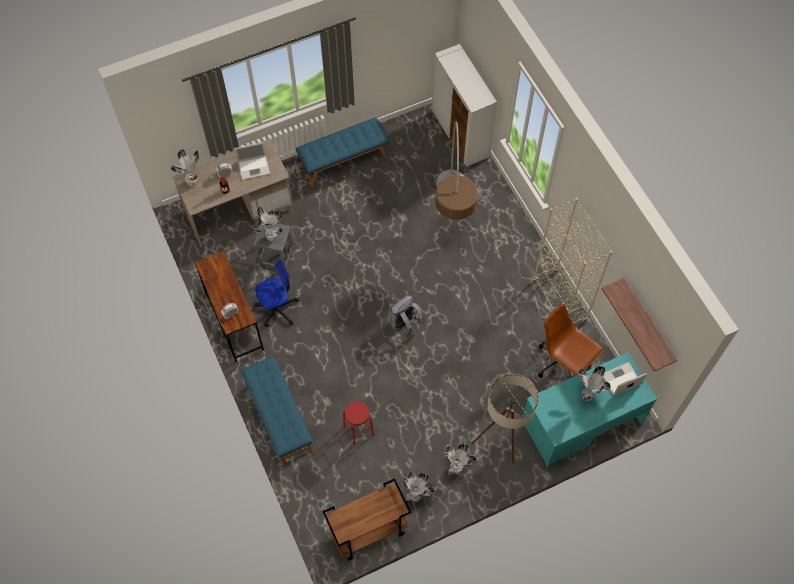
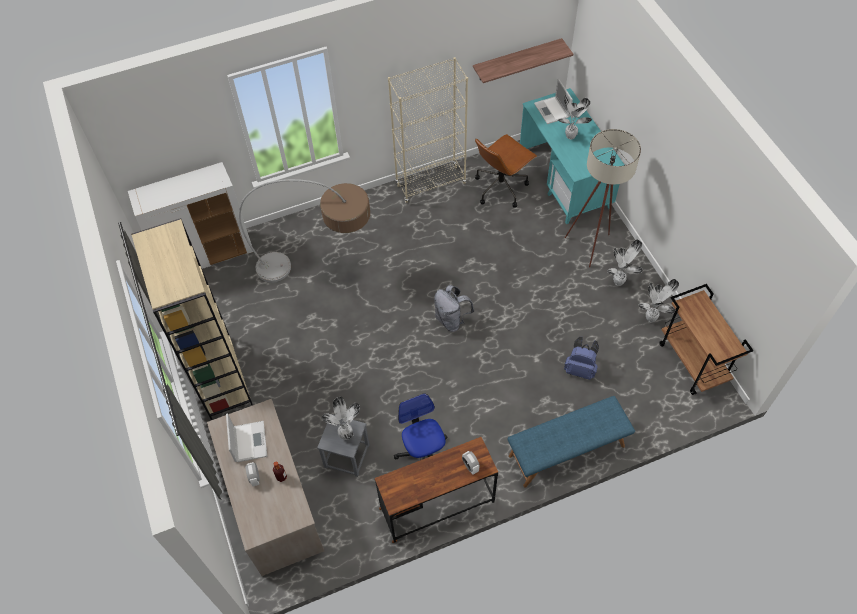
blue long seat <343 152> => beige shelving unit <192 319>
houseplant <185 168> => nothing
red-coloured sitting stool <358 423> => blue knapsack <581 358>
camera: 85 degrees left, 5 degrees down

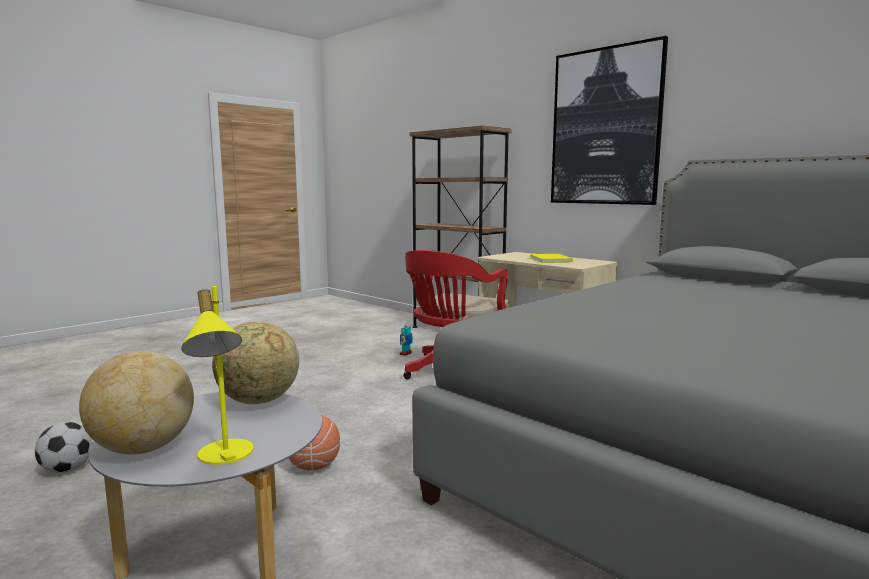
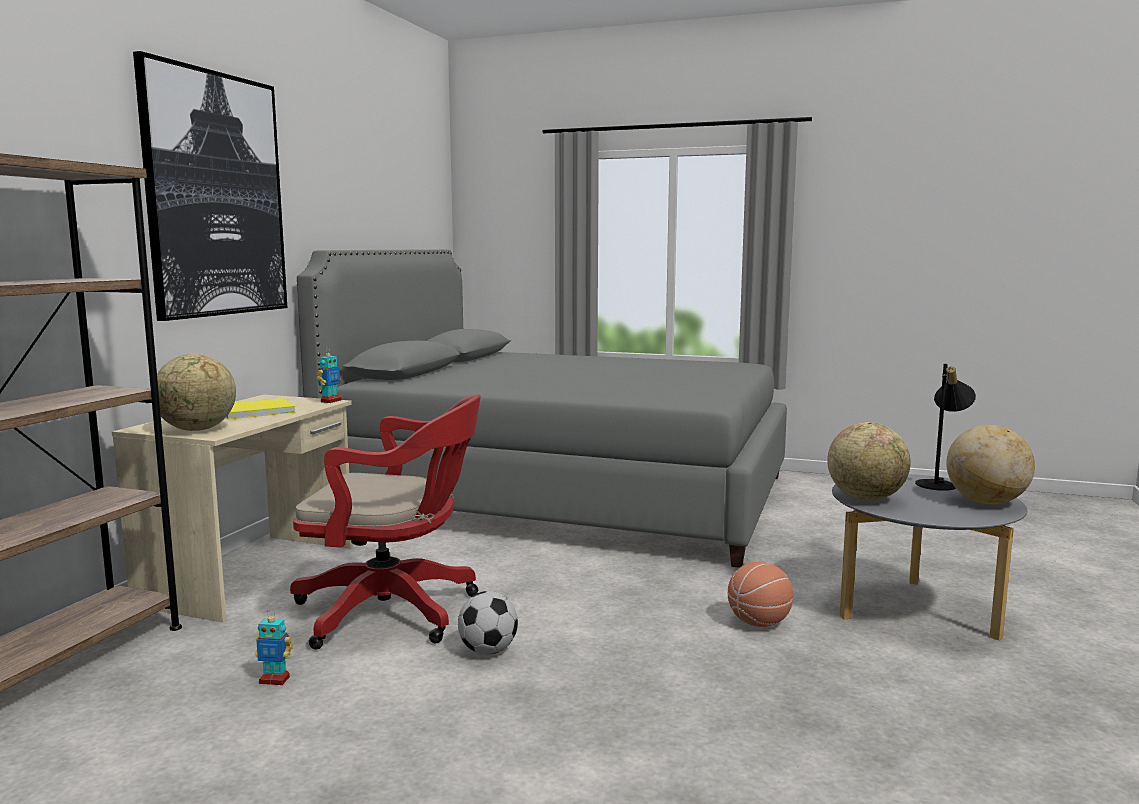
yellow-coloured tabletop lamp <217 375> => black tabletop lamp <945 427>
football ball <63 447> => football ball <488 623>, moved
nothing => toy robot <329 375>
nothing => world globe <196 392>
camera: 115 degrees left, 0 degrees up

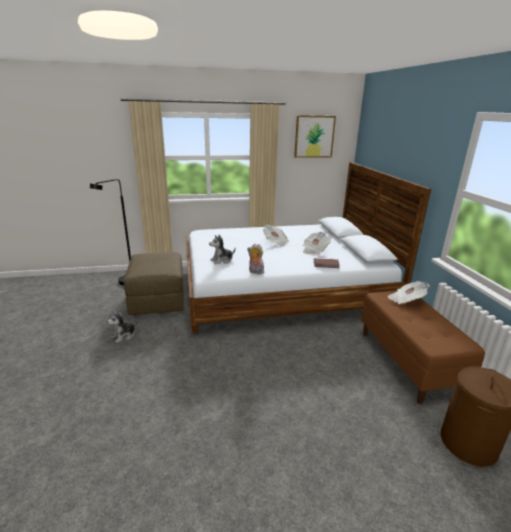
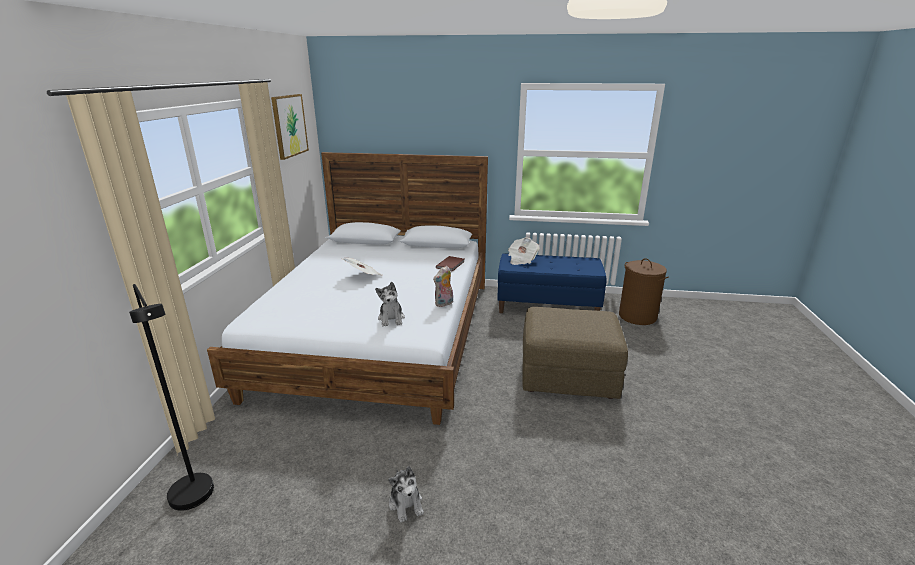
printed paper <317 243> => nothing
brown-coloured ottoman <154 283> => brown-coloured ottoman <575 353>, moved
brown-coloured long seat <423 347> => blue long seat <551 283>
camera: 70 degrees left, 0 degrees up

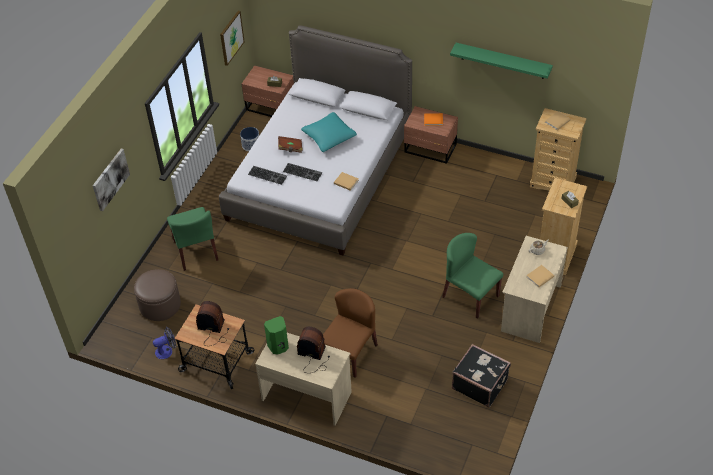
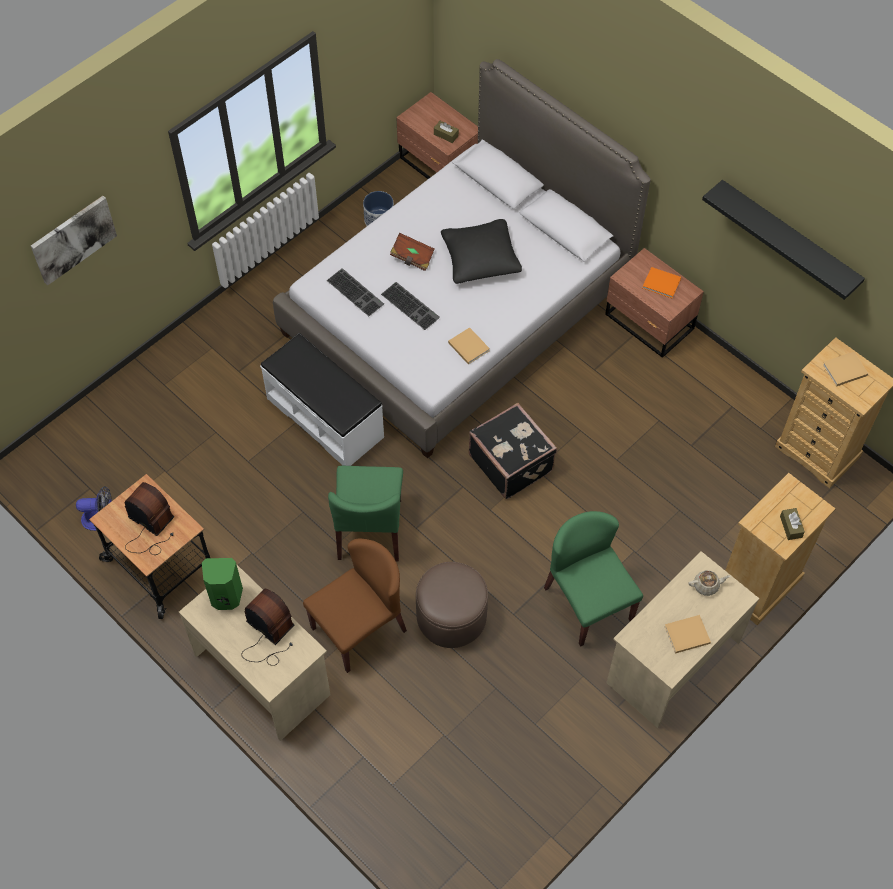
wall art <232 38> => nothing
green shelf <501 61> => black shelf <783 240>
turquoise-coloured throw pillow <329 132> => black throw pillow <481 251>
green plain chair <192 239> => green plain chair <365 513>, moved
brown-coloured ottoman <157 295> => brown-coloured ottoman <452 605>, moved
black travel case <481 375> => black travel case <513 451>, moved
nothing => whitish long seat <322 399>
camera: 20 degrees right, 10 degrees up

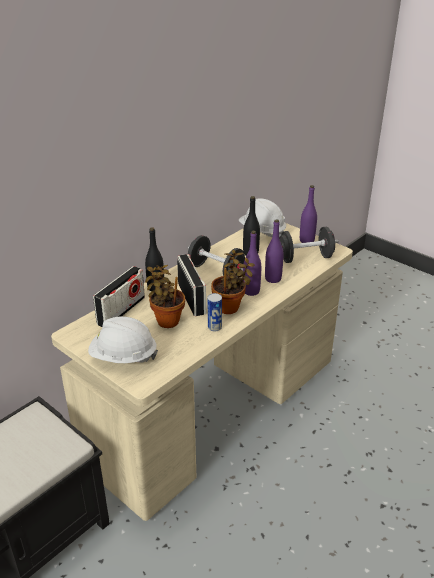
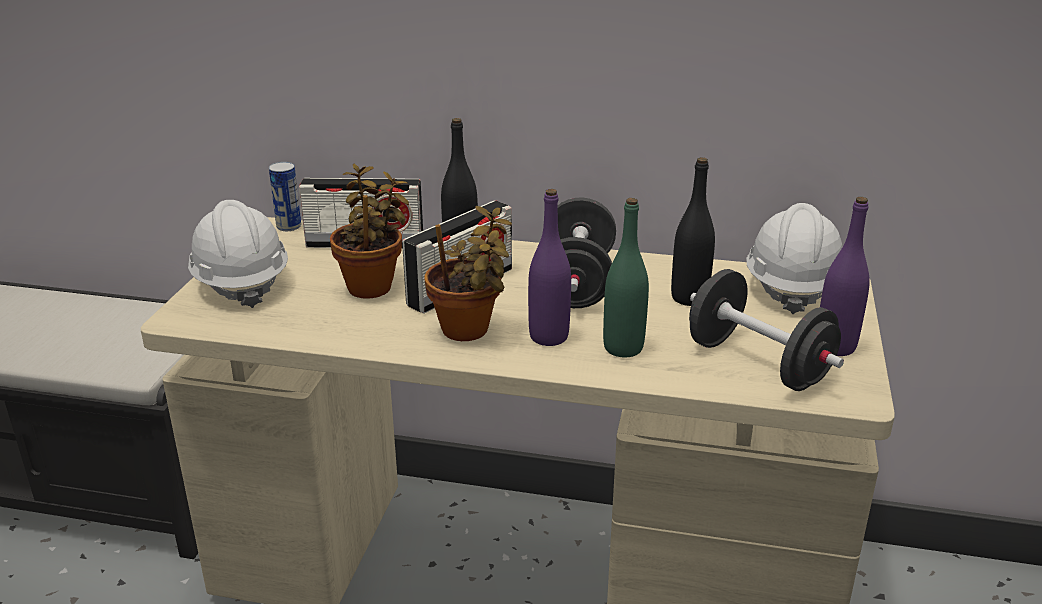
purplish beverage bottle <274 251> => green beverage bottle <626 277>
can <215 312> => can <285 196>, moved
camera: 60 degrees right, 5 degrees down

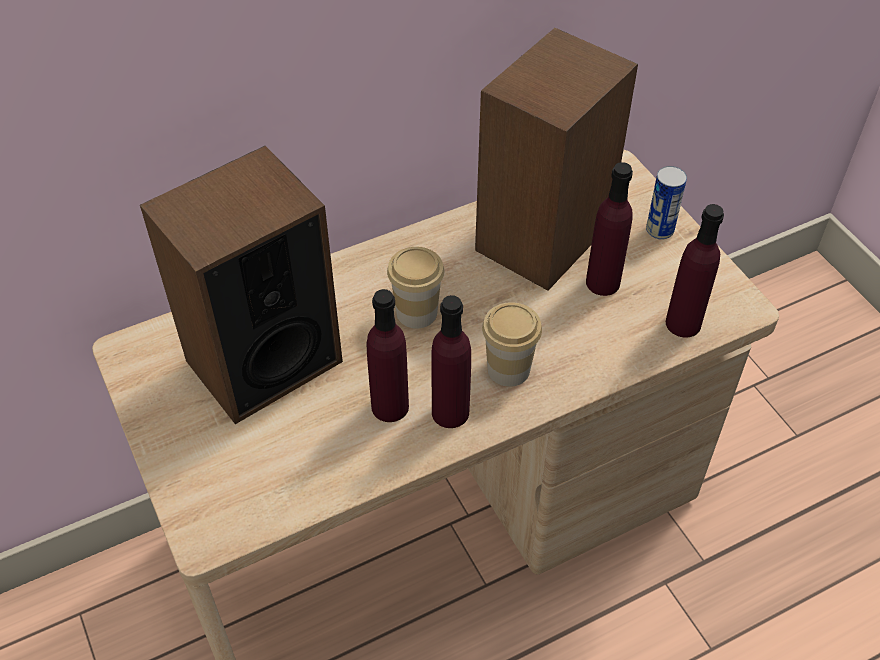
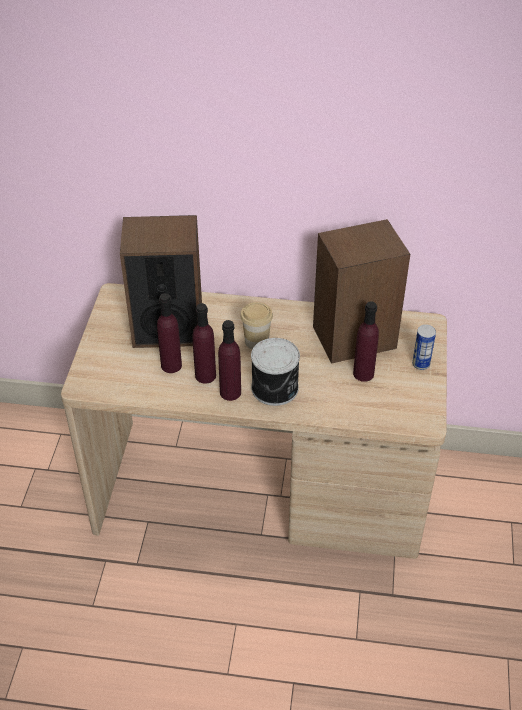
purplish beverage bottle <695 271> => purplish beverage bottle <169 333>, moved
cup <512 344> => can <275 372>
camera: 35 degrees right, 5 degrees down

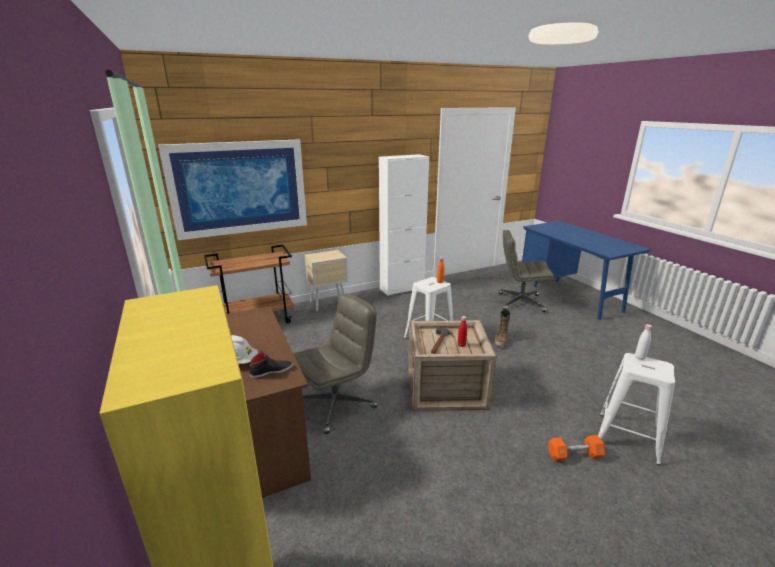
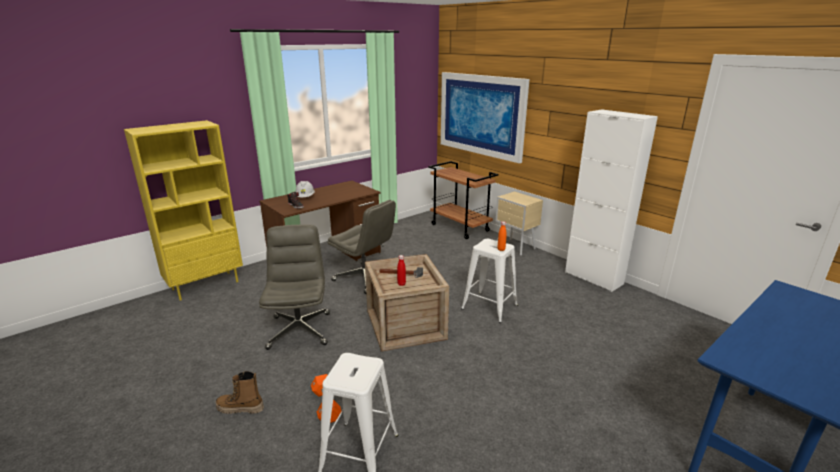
grey office chair <526 271> => grey office chair <294 287>, moved
tall boot <503 327> => tall boot <240 392>, moved
whitish beverage bottle <643 342> => nothing
camera: 75 degrees right, 0 degrees up

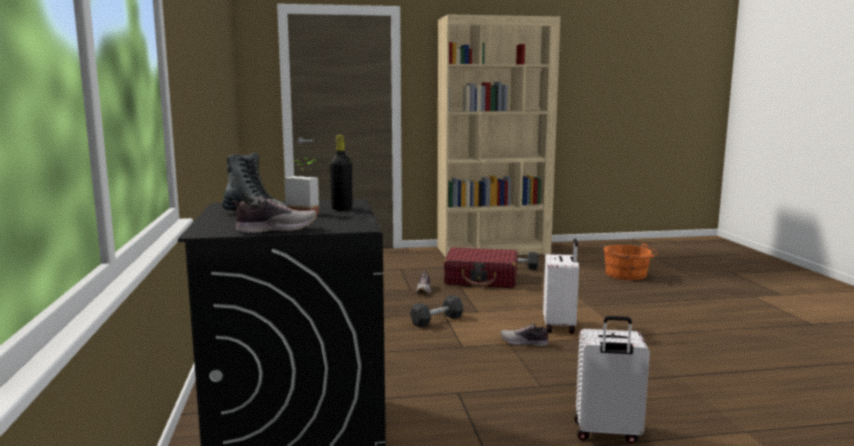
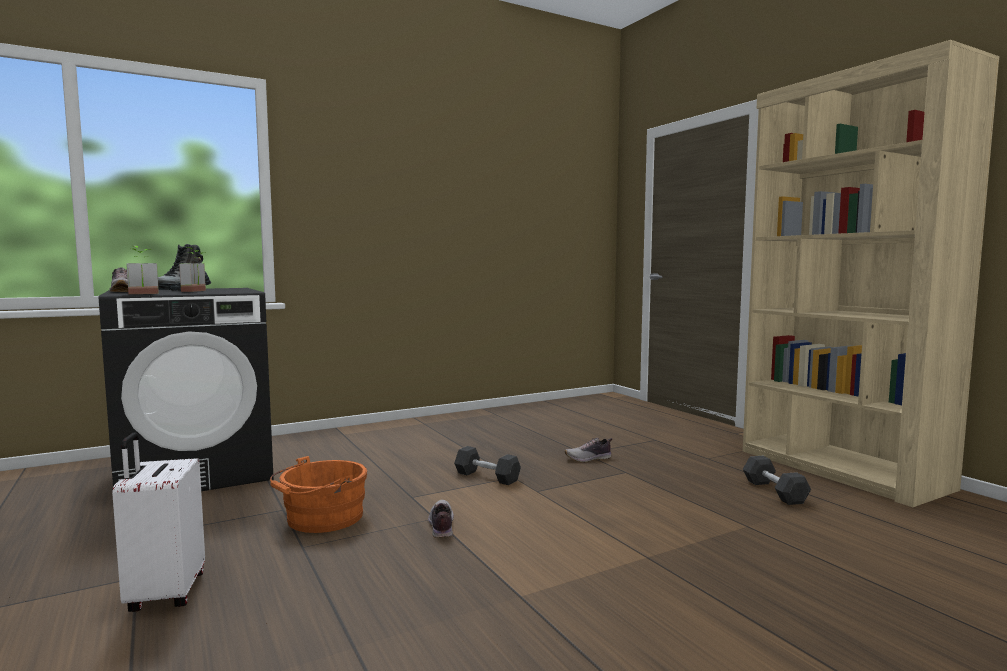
black beverage bottle <341 172> => nothing
whitish travel case <561 286> => nothing
orange-coloured pail <630 261> => orange-coloured pail <318 494>, moved
red-coloured travel case <480 267> => nothing
nothing => houseplant <142 270>
camera: 70 degrees right, 5 degrees down

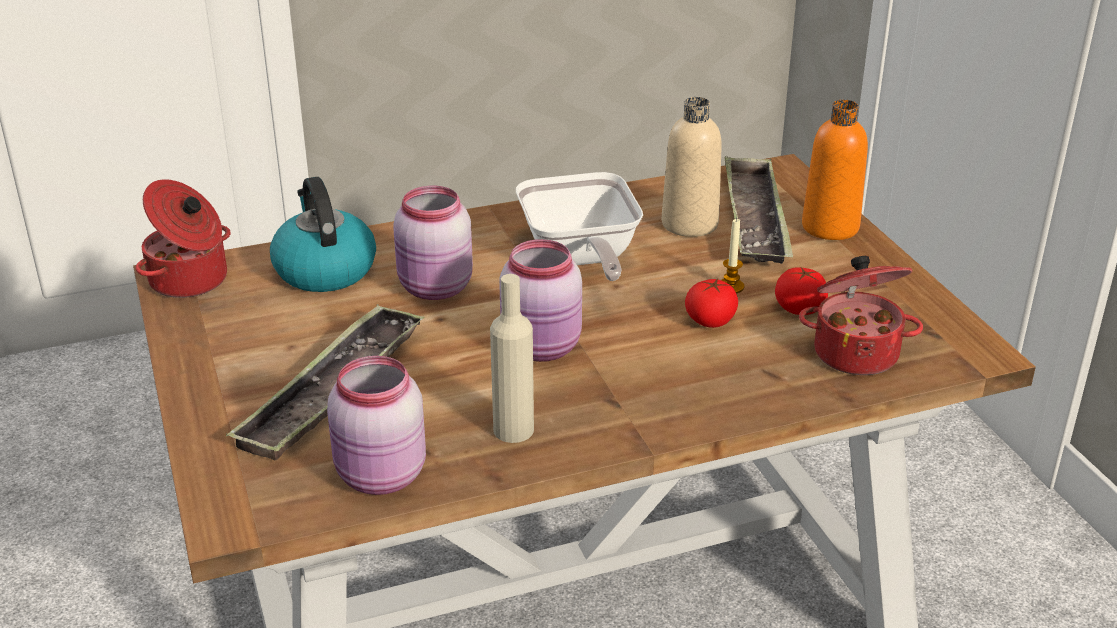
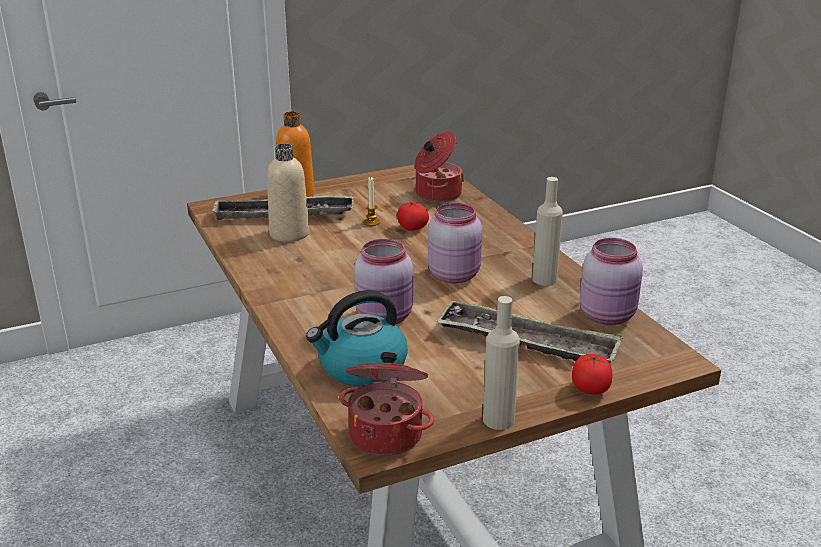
frying pan <579 226> => nothing
whole tomato <801 291> => whole tomato <592 374>, moved
nothing => beige beverage bottle <501 363>
camera: 95 degrees left, 5 degrees down

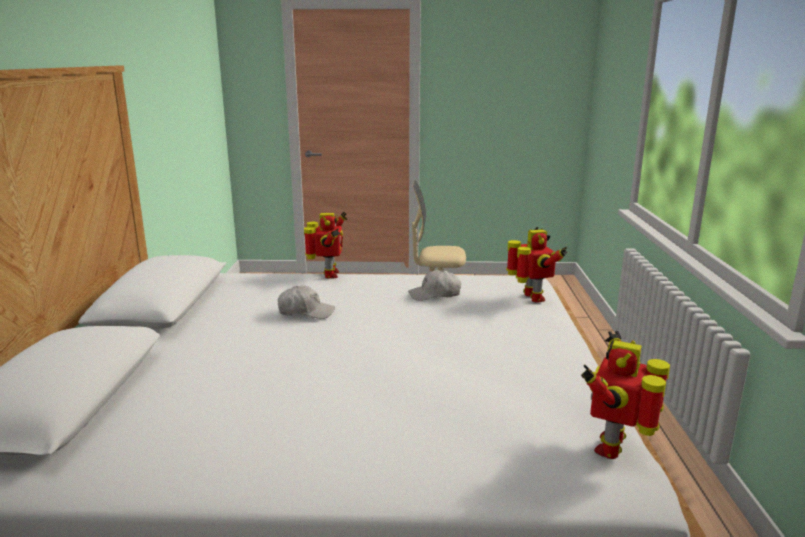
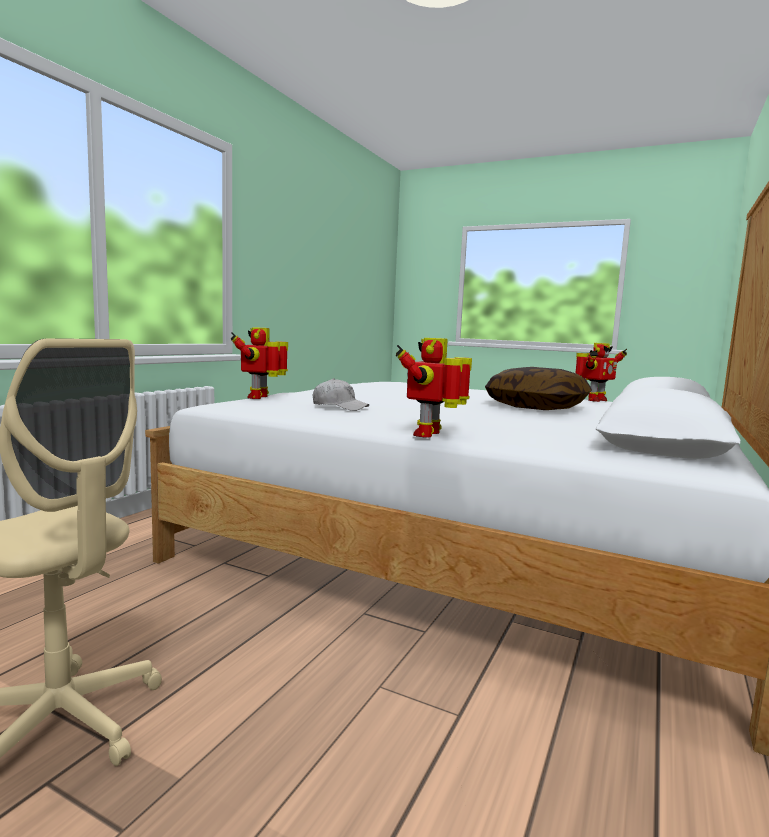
whitish peaked cap <306 302> => nothing
toy robot <625 395> => toy robot <601 372>, moved
nothing => throw pillow <538 388>
camera: 155 degrees left, 10 degrees down

